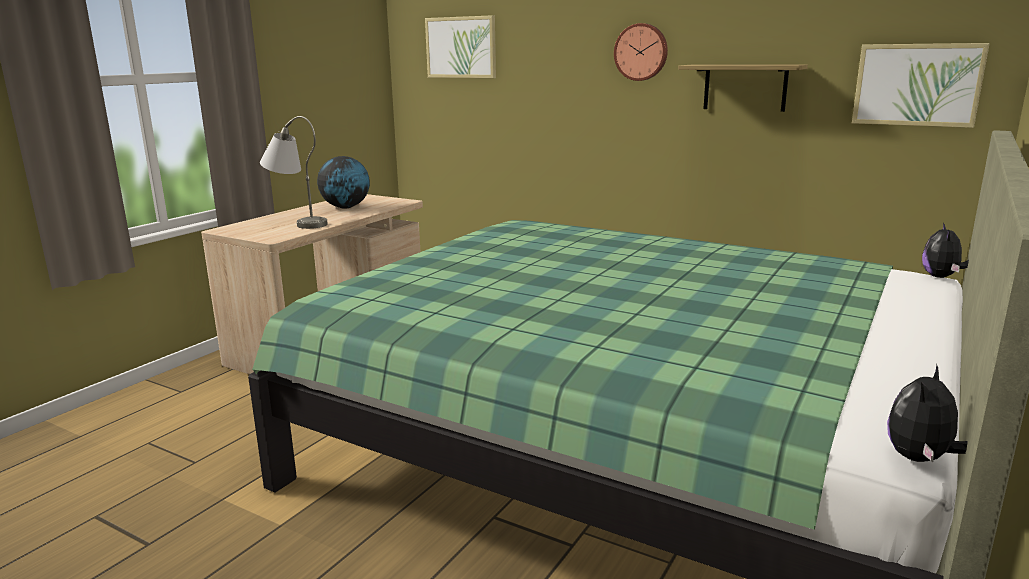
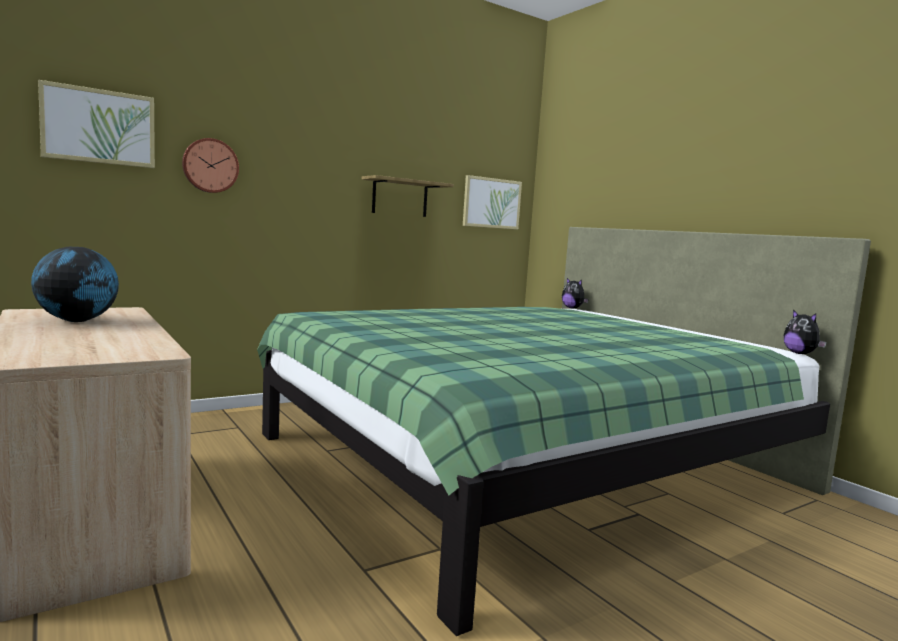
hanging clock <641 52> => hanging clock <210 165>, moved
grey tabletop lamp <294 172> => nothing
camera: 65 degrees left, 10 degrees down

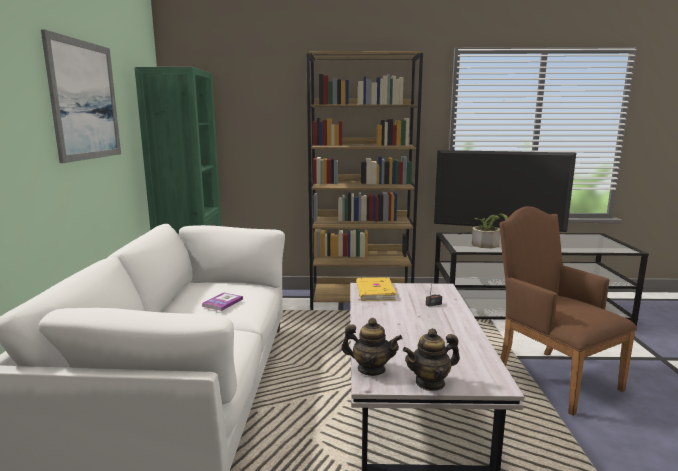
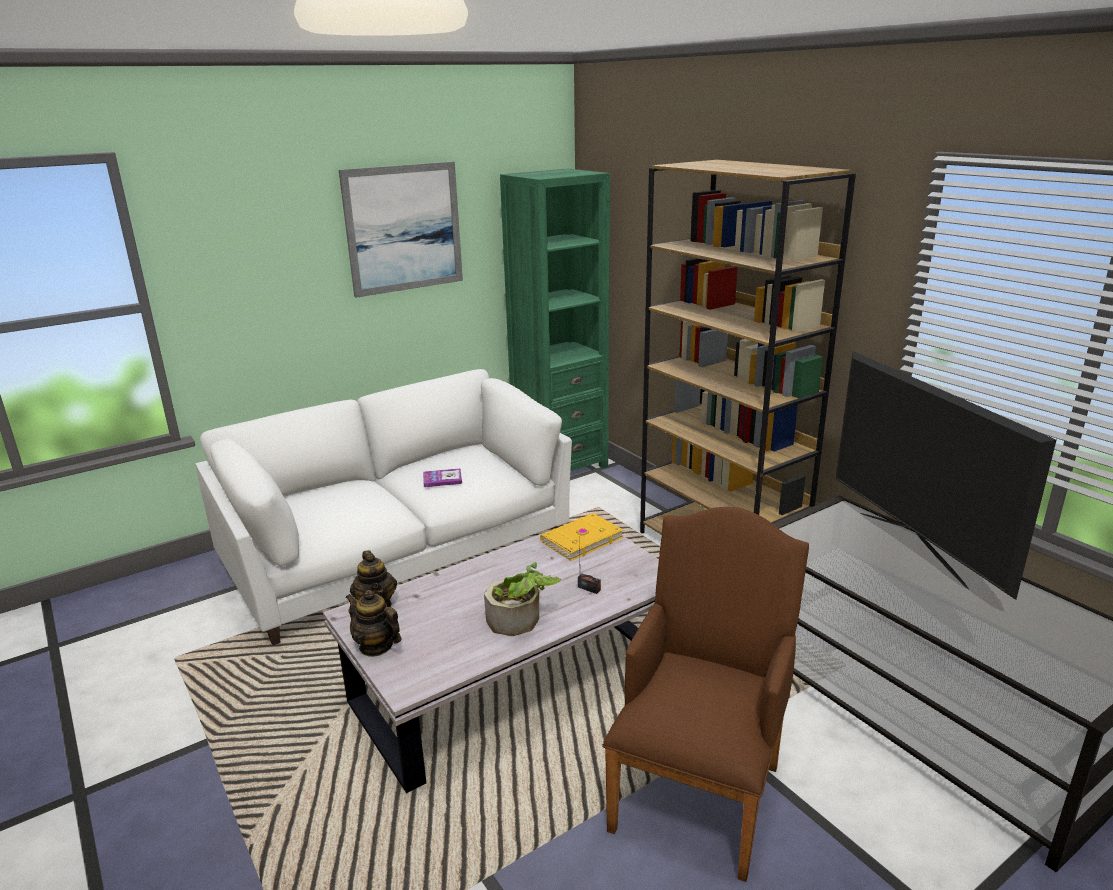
houseplant <490 230> => houseplant <522 599>, moved
camera: 55 degrees right, 10 degrees up

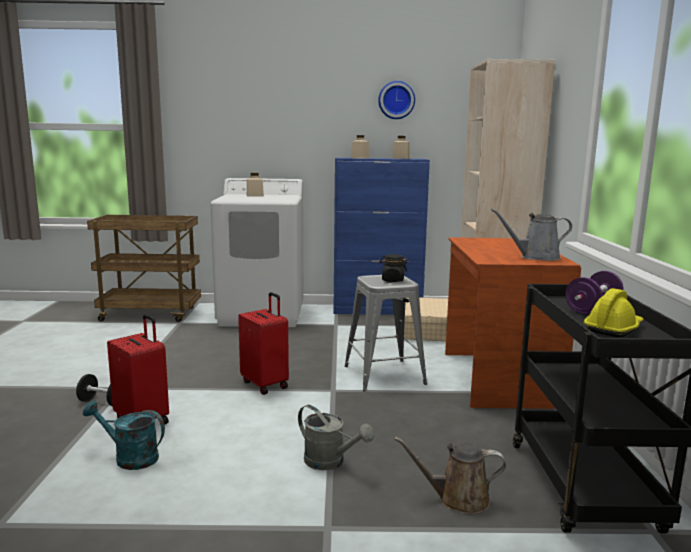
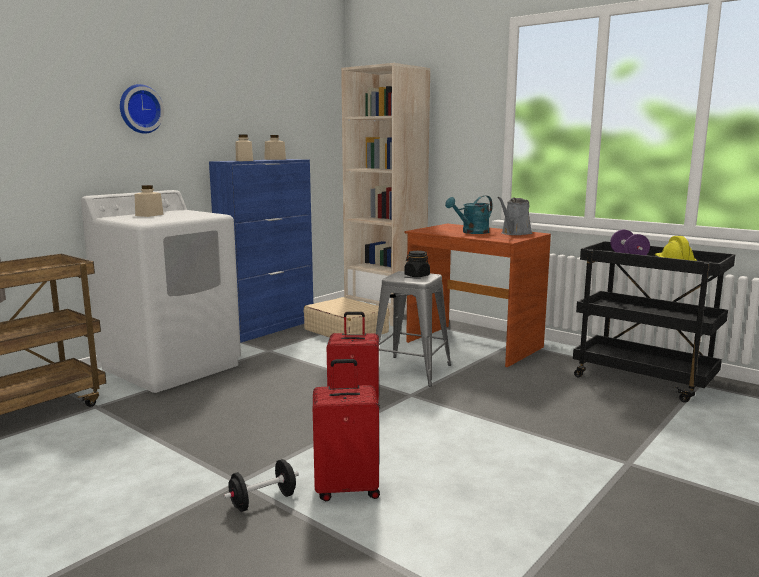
hanging clock <396 100> => hanging clock <142 109>, moved
turquoise-coloured sprinkling can <124 435> => turquoise-coloured sprinkling can <469 214>, moved
grey sprinkling can <336 437> => nothing
brown-coloured sprinkling can <450 476> => nothing
camera: 50 degrees left, 0 degrees up

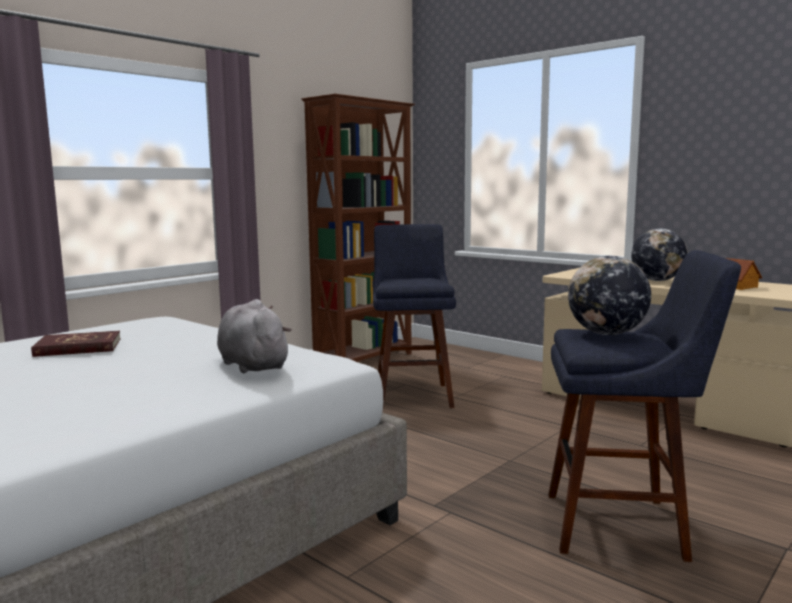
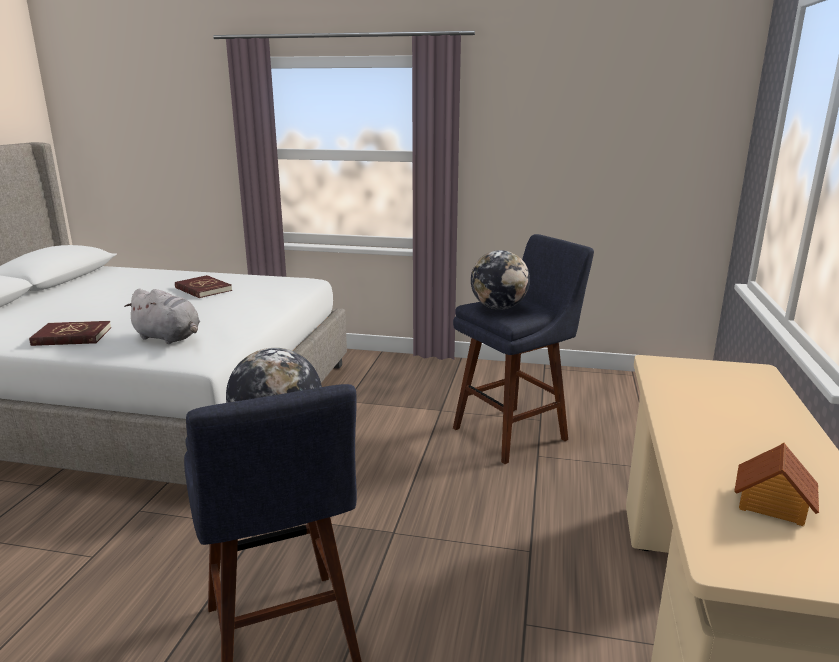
brown-coloured shelving unit <358 228> => nothing
world globe <659 254> => world globe <500 280>, moved
grey plush toy <254 336> => grey plush toy <162 316>, 90 degrees clockwise
nothing => red-coloured volume <70 333>
camera: 60 degrees right, 10 degrees up

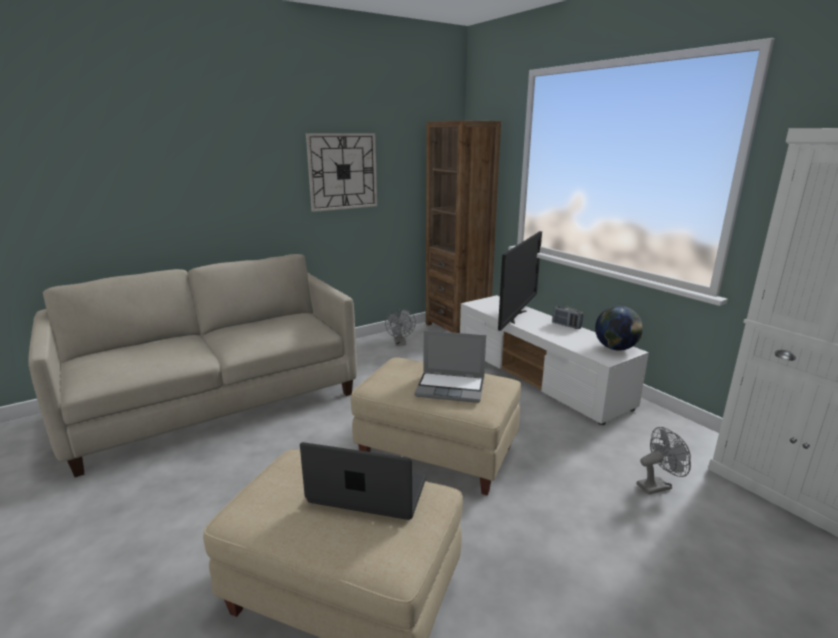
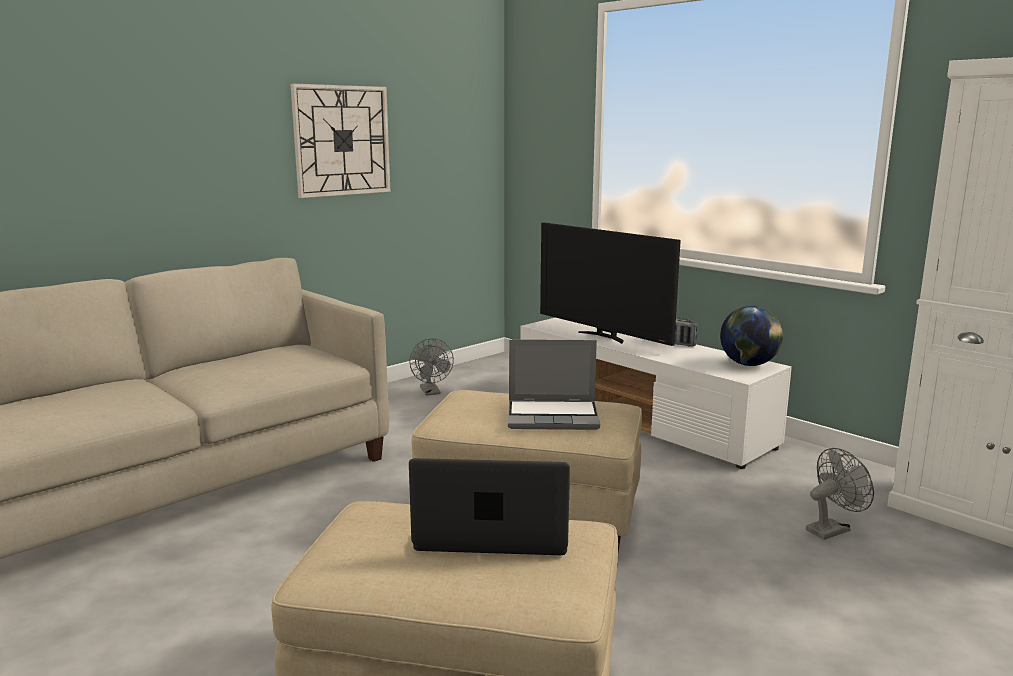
brown-coloured shelving unit <463 226> => nothing
TV <520 281> => TV <610 284>, 120 degrees clockwise
camera: 10 degrees left, 5 degrees down

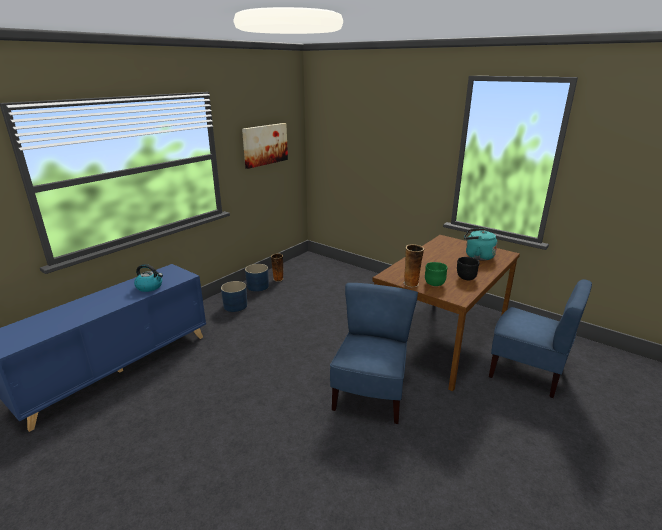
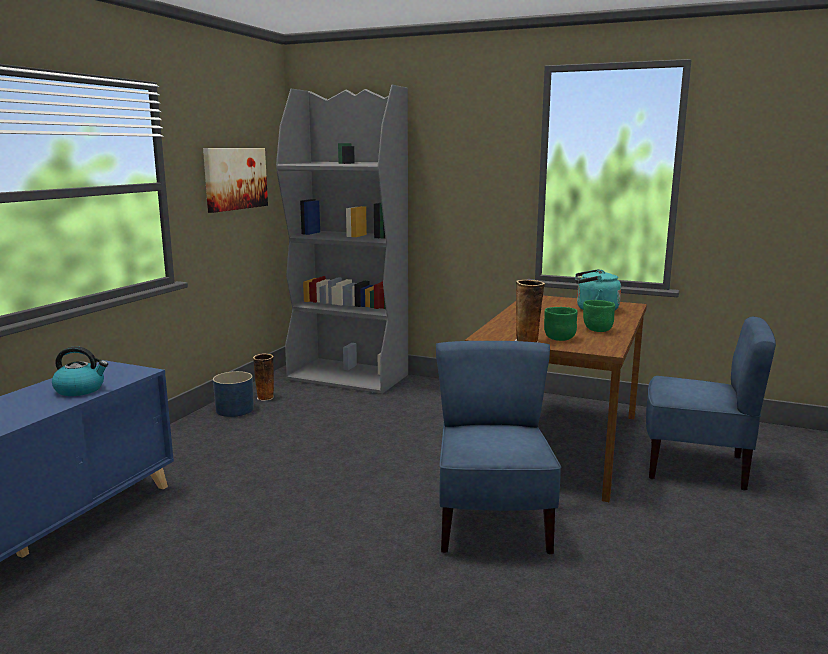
black deep dish <468 268> => green deep dish <599 316>
blue planter <234 296> => nothing
nothing => grey shelving unit <342 239>
camera: 15 degrees left, 10 degrees down

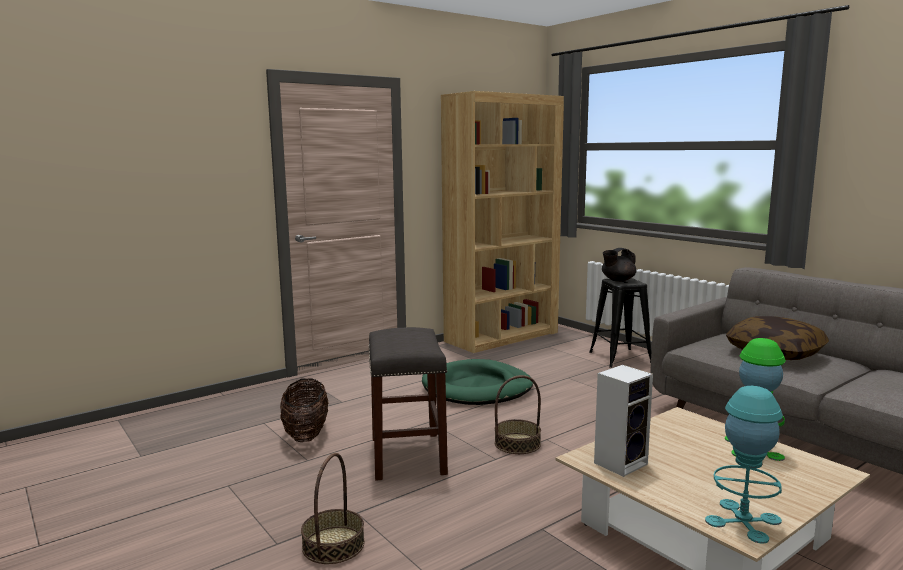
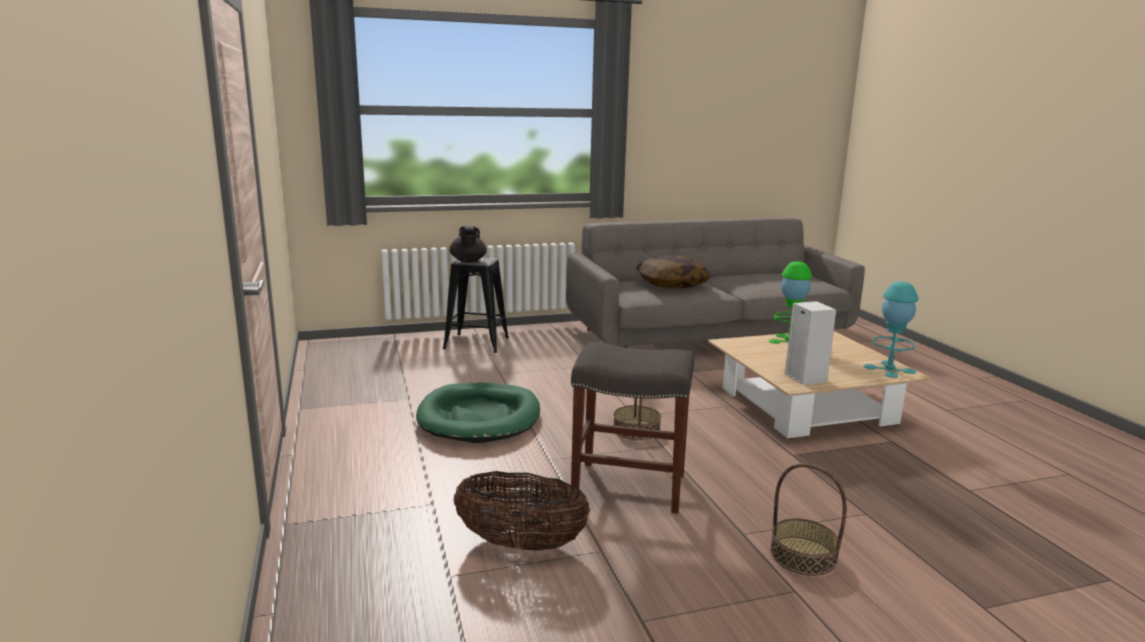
brown-coloured shelving unit <502 222> => nothing
camera: 70 degrees left, 5 degrees up

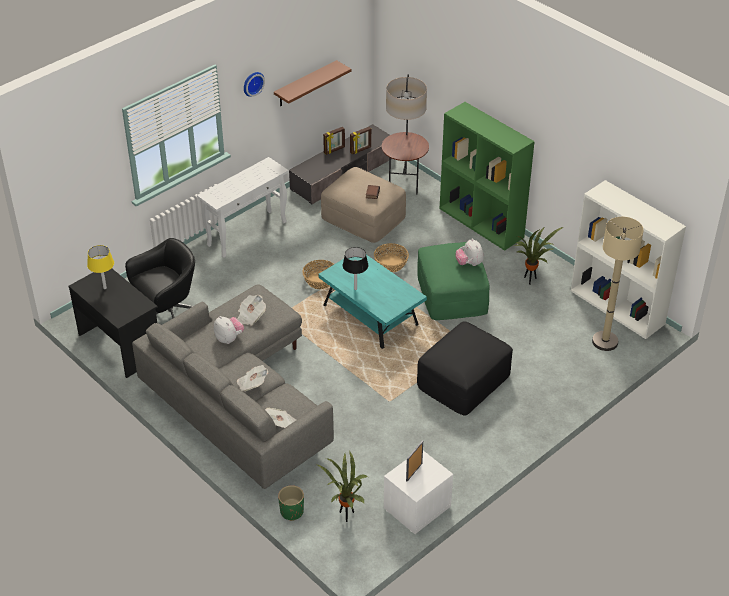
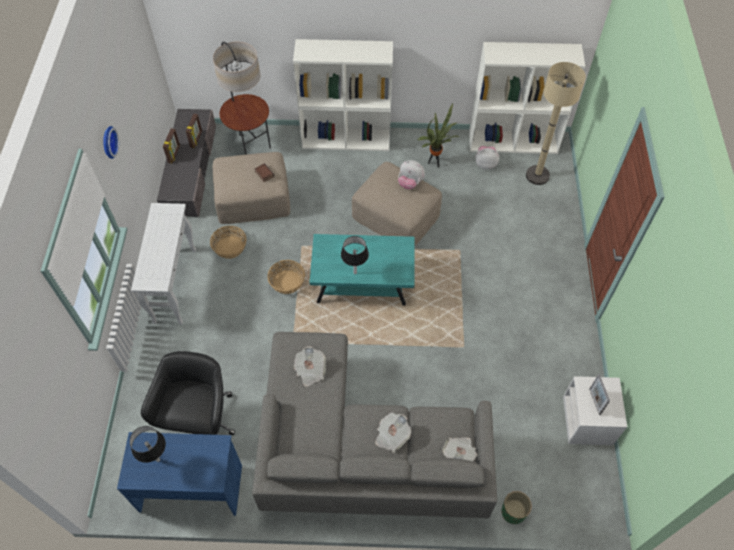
brown-coloured shelf <313 83> => nothing
green shelving unit <487 176> => whitish shelving unit <343 95>
green ottoman <453 281> => beige ottoman <397 204>
household basket <391 257> => household basket <228 242>, moved
yellow-coloured tabletop lamp <100 267> => black tabletop lamp <148 444>
black desk <113 323> => blue desk <179 474>
plush toy <229 330> => plush toy <487 158>, moved
black ottoman <465 368> => nothing
houseplant <342 487> => nothing
camera: 45 degrees left, 15 degrees up

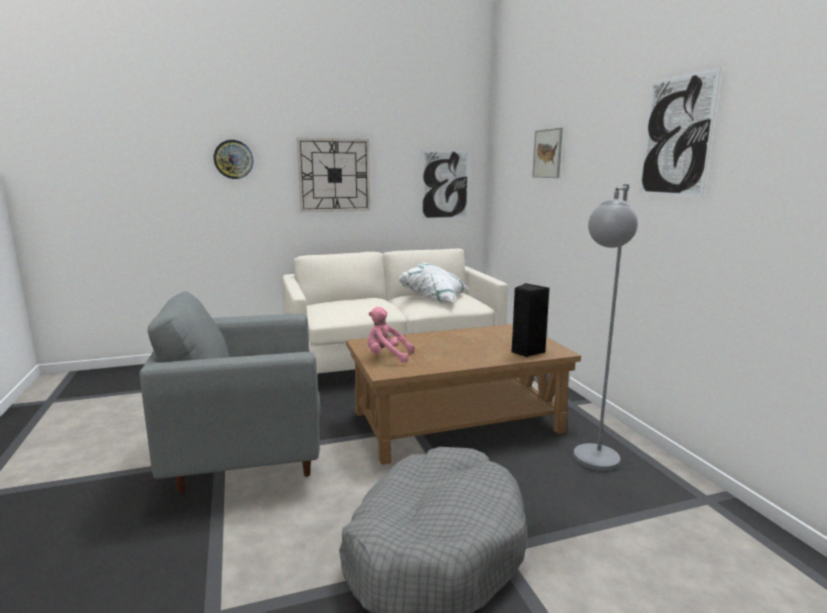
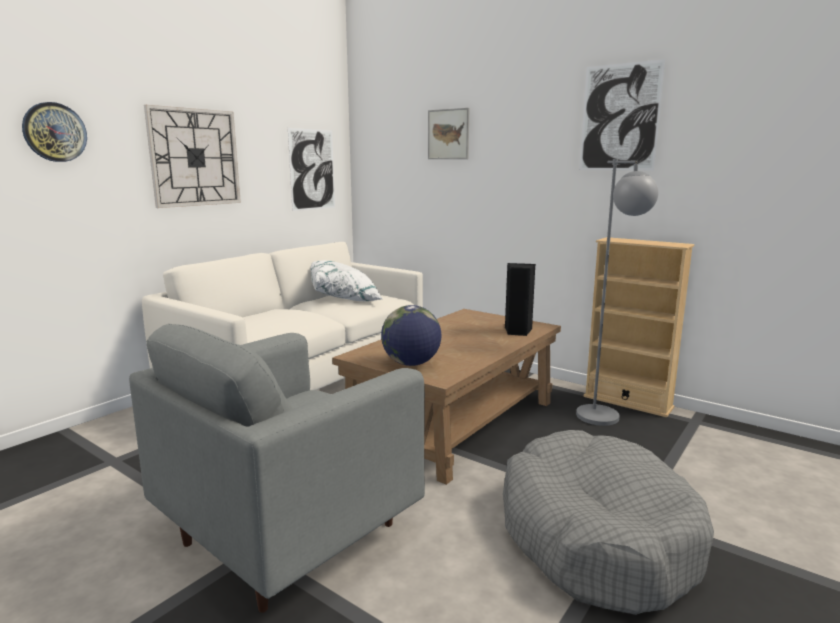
pinkish plush toy <390 335> => world globe <411 335>
nothing => beige shelving unit <638 327>
camera: 35 degrees left, 0 degrees up

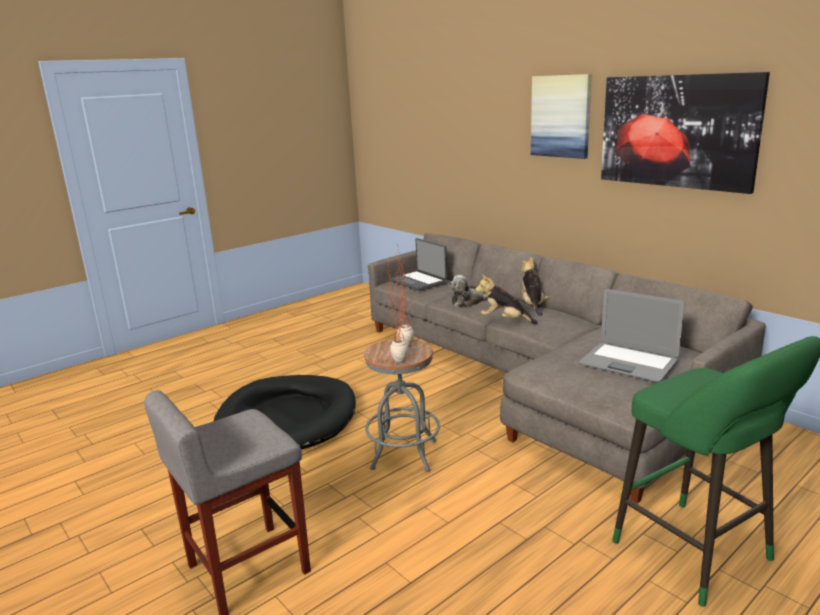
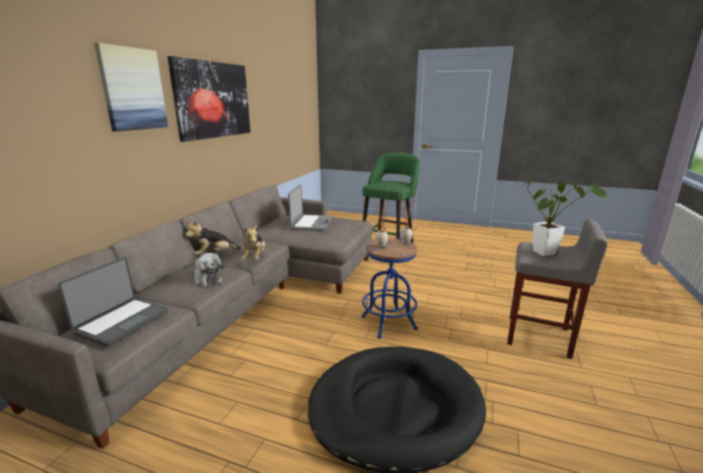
grey sitting stool <402 405> => blue sitting stool <389 289>
nothing => houseplant <563 217>
camera: 120 degrees left, 0 degrees up

